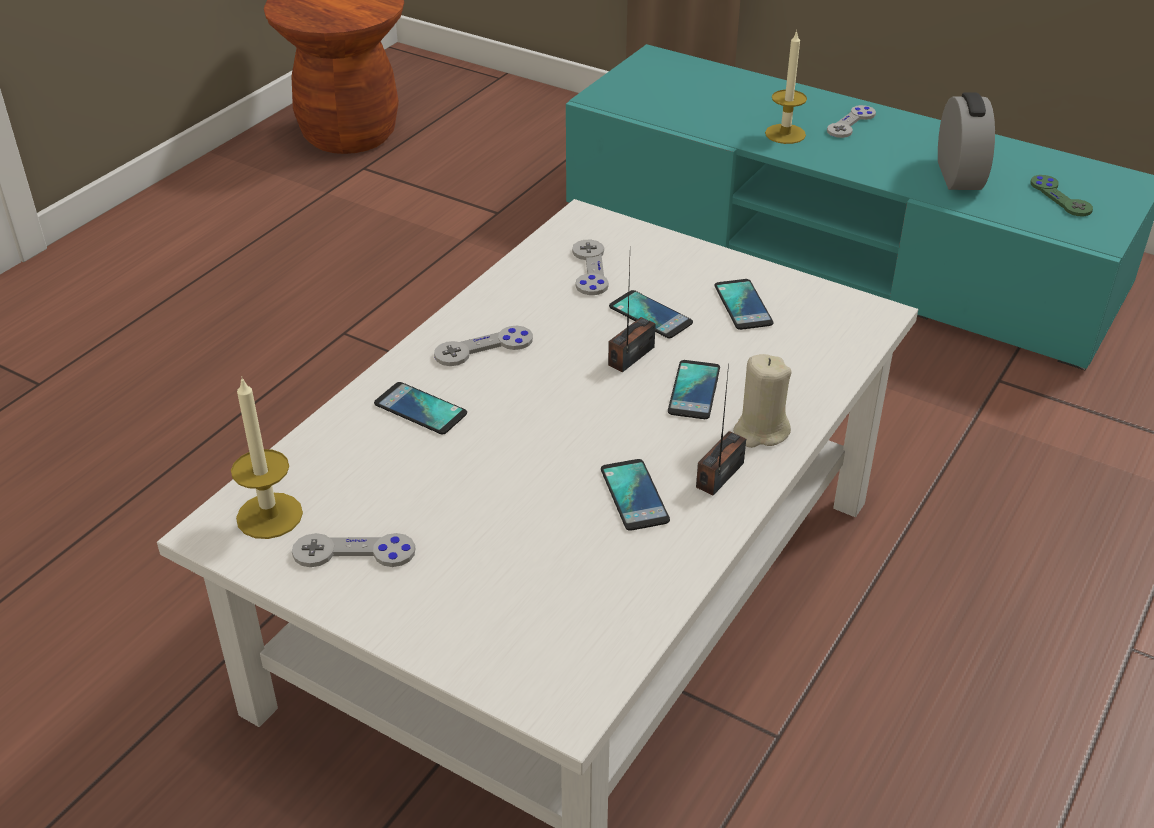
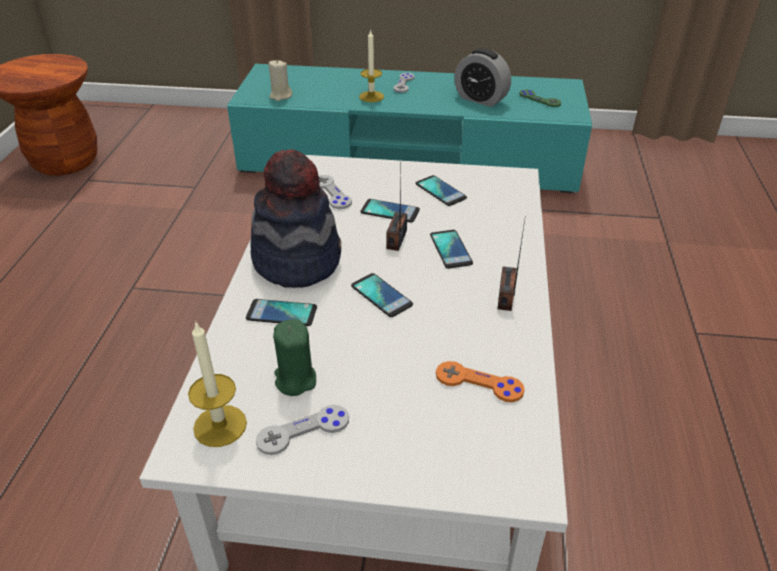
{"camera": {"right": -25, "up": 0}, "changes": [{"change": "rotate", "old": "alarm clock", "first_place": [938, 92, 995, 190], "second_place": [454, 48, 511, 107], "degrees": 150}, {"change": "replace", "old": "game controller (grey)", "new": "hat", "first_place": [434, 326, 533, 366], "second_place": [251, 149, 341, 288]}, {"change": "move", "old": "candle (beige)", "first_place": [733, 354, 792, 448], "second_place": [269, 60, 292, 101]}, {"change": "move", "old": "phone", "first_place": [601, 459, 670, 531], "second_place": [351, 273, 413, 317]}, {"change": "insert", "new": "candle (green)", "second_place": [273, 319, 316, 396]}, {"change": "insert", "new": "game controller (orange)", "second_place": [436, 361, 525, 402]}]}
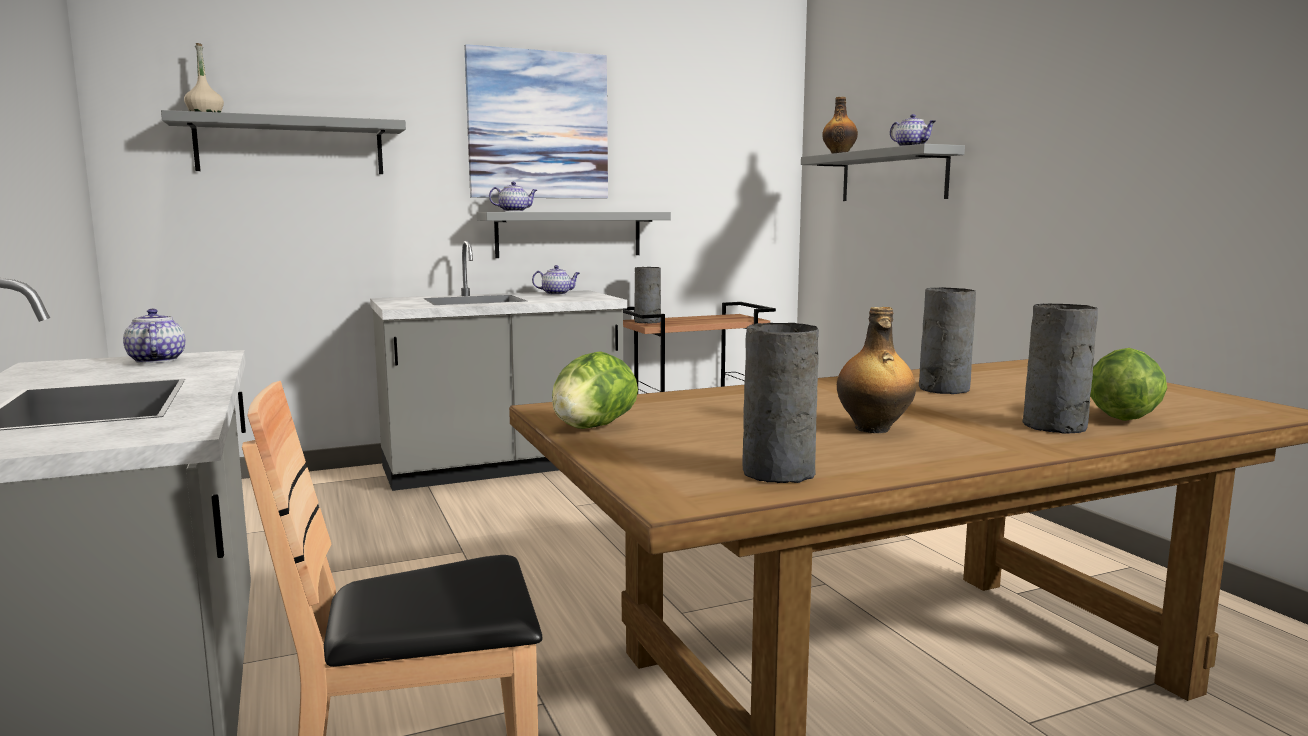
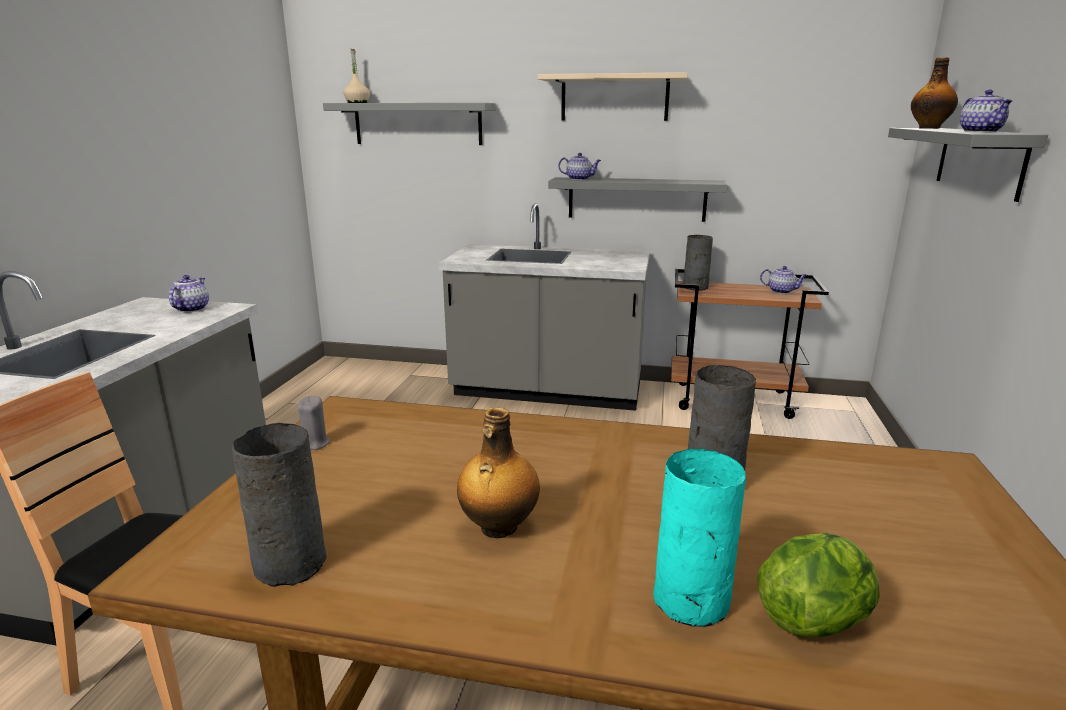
{"camera": {"right": 35, "up": 10}, "changes": [{"change": "replace", "old": "picture", "new": "shelf (beige)", "first_place": [464, 44, 608, 199], "second_place": [537, 72, 688, 121]}, {"change": "move", "old": "teapot", "first_place": [532, 265, 580, 295], "second_place": [760, 266, 807, 294]}, {"change": "recolor", "old": "vase (grey)", "new": "vase (turquoise)", "first_place": [1022, 304, 1098, 433], "second_place": [653, 449, 746, 627]}, {"change": "replace", "old": "lettuce", "new": "candle (grey)", "first_place": [552, 351, 638, 429], "second_place": [298, 396, 330, 450]}]}
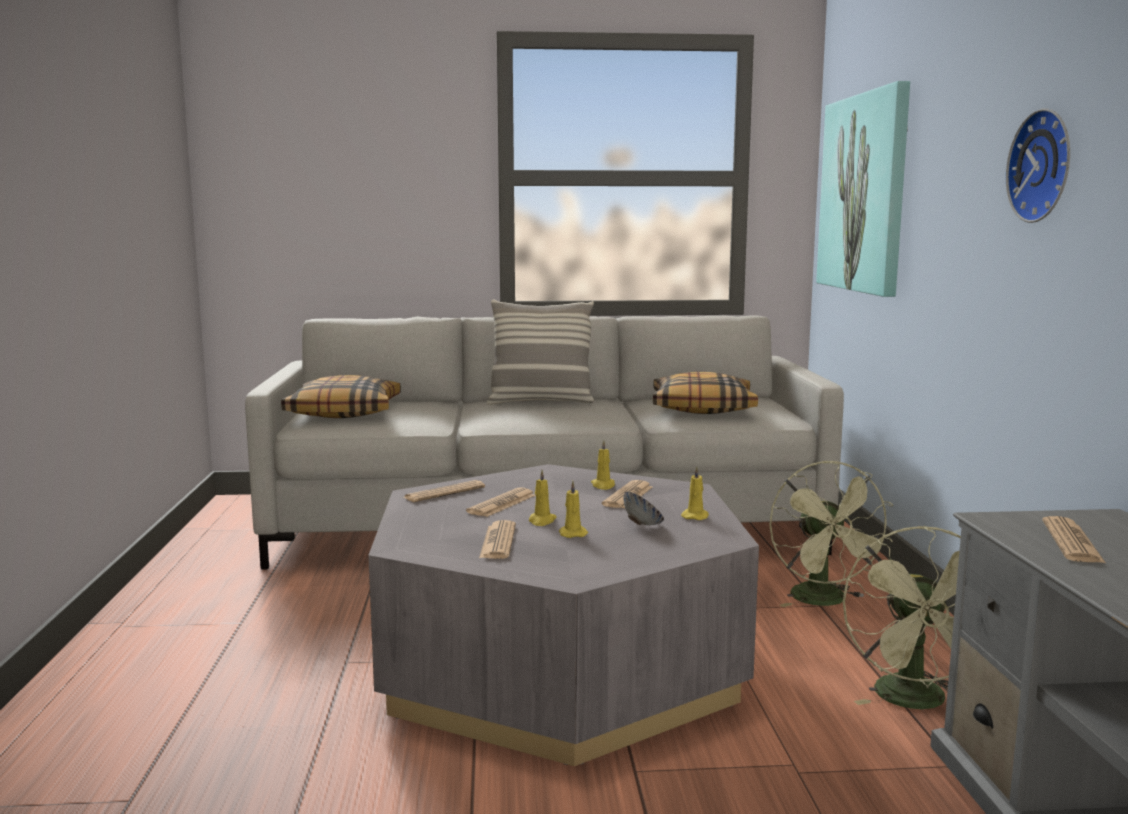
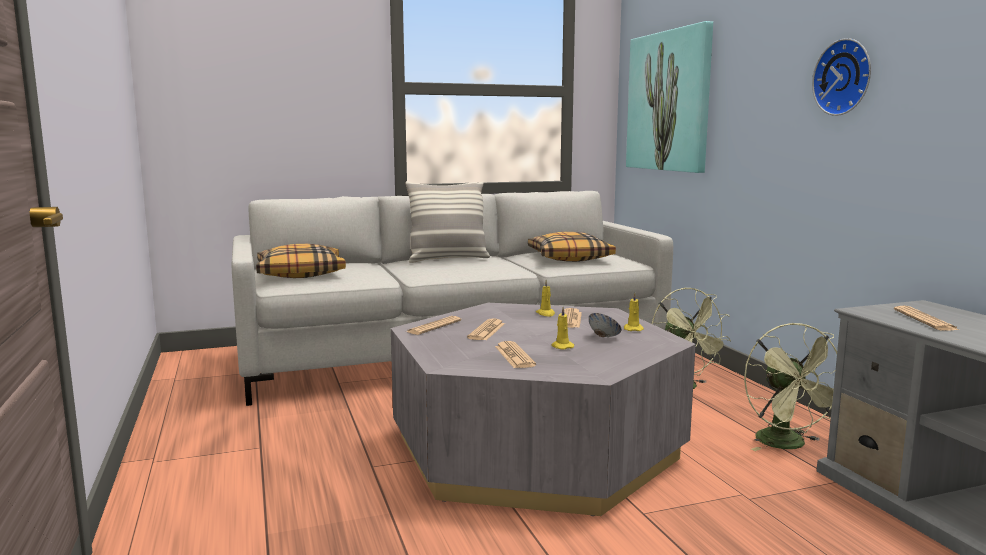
{"camera": {"right": -15, "up": 0}, "changes": [{"change": "delete", "old": "candle (yellow)", "first_place": [529, 470, 557, 526]}]}
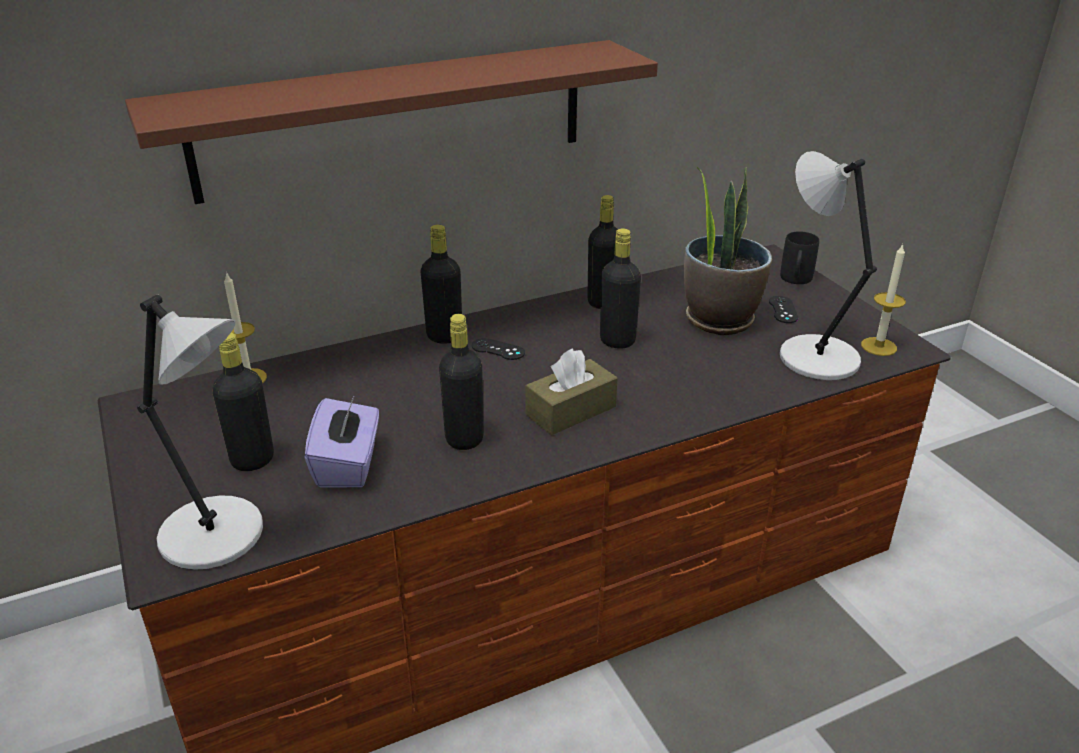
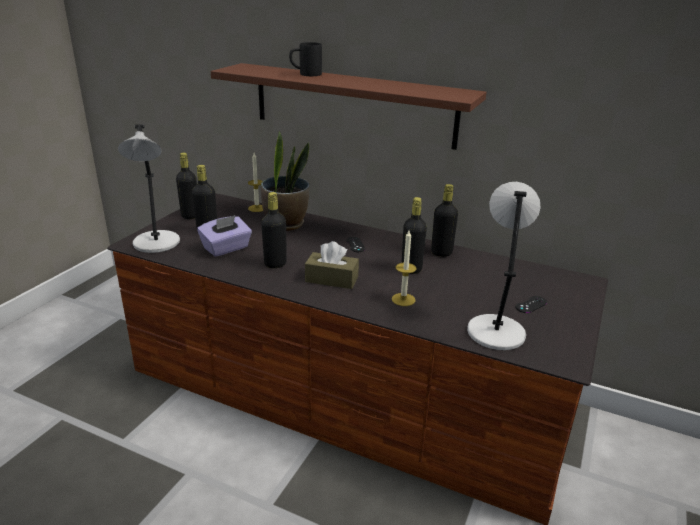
{"camera": {"right": 50, "up": -5}, "changes": [{"change": "move", "old": "potted plant", "first_place": [684, 167, 772, 335], "second_place": [261, 131, 310, 231]}, {"change": "move", "old": "bottle (black)", "first_place": [420, 225, 462, 344], "second_place": [176, 152, 197, 219]}, {"change": "move", "old": "mug (black)", "first_place": [780, 231, 819, 284], "second_place": [289, 42, 322, 76]}, {"change": "move", "old": "candle", "first_place": [861, 244, 906, 356], "second_place": [392, 230, 417, 306]}]}
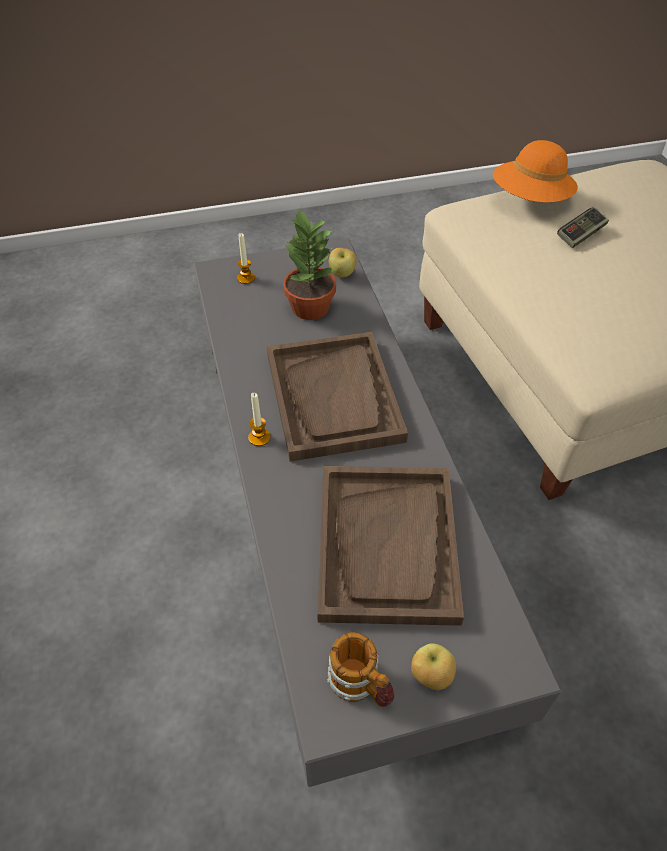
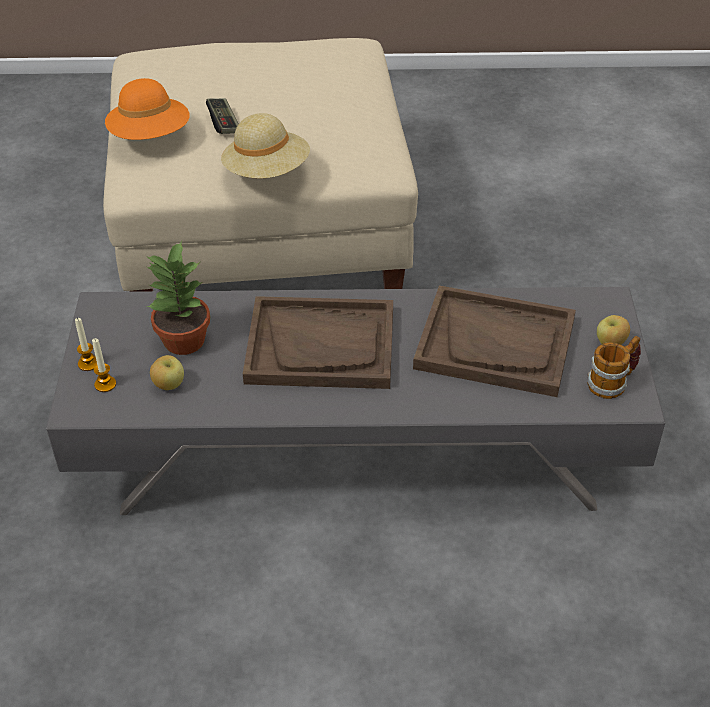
{"camera": {"right": -75, "up": -5}, "changes": [{"change": "move", "old": "apple", "first_place": [329, 248, 356, 277], "second_place": [150, 355, 184, 390]}, {"change": "move", "old": "candle", "first_place": [248, 393, 271, 446], "second_place": [75, 318, 97, 371]}, {"change": "insert", "new": "hat (beige)", "second_place": [221, 113, 310, 179]}]}
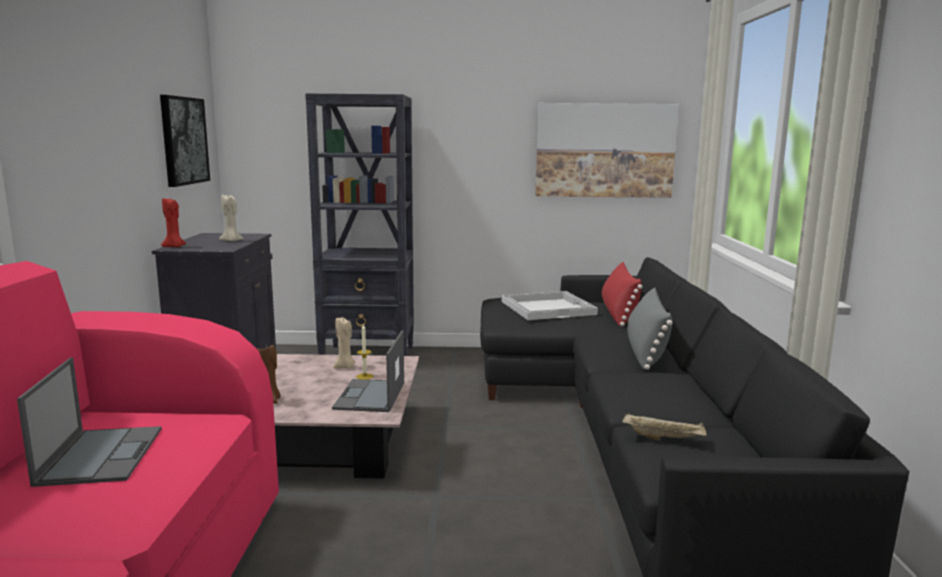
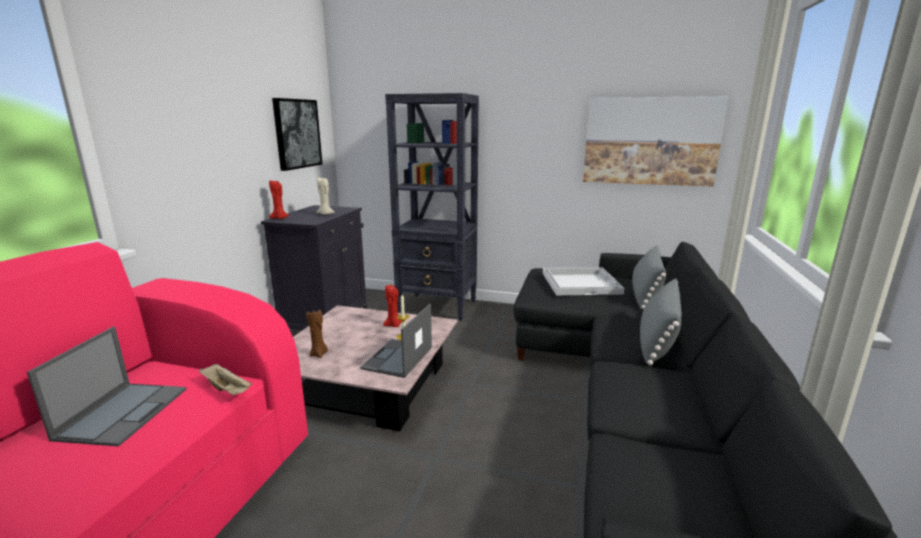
{"camera": {"right": 15, "up": 5}, "changes": [{"change": "recolor", "old": "pillow (red)", "new": "pillow (grey)", "first_place": [602, 262, 642, 326], "second_place": [632, 245, 666, 309]}, {"change": "recolor", "old": "candle (beige)", "new": "candle (red)", "first_place": [333, 316, 355, 369], "second_place": [383, 285, 401, 327]}, {"change": "move", "old": "tray (beige)", "first_place": [622, 414, 706, 440], "second_place": [199, 364, 252, 395]}]}
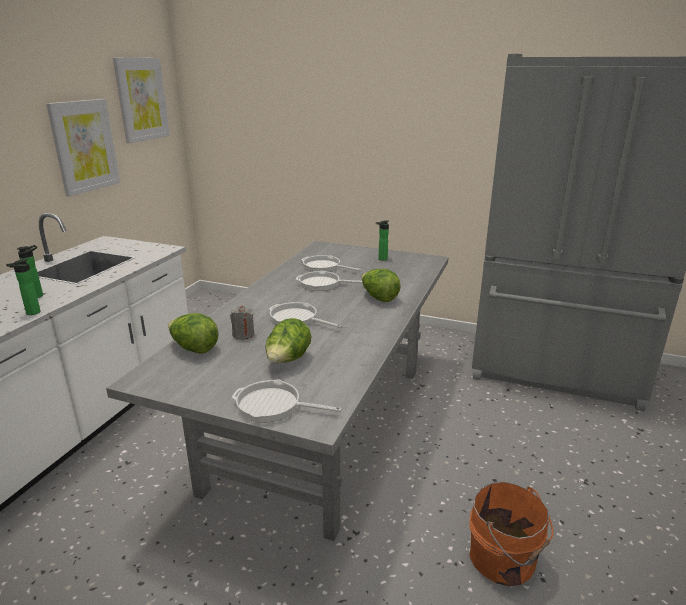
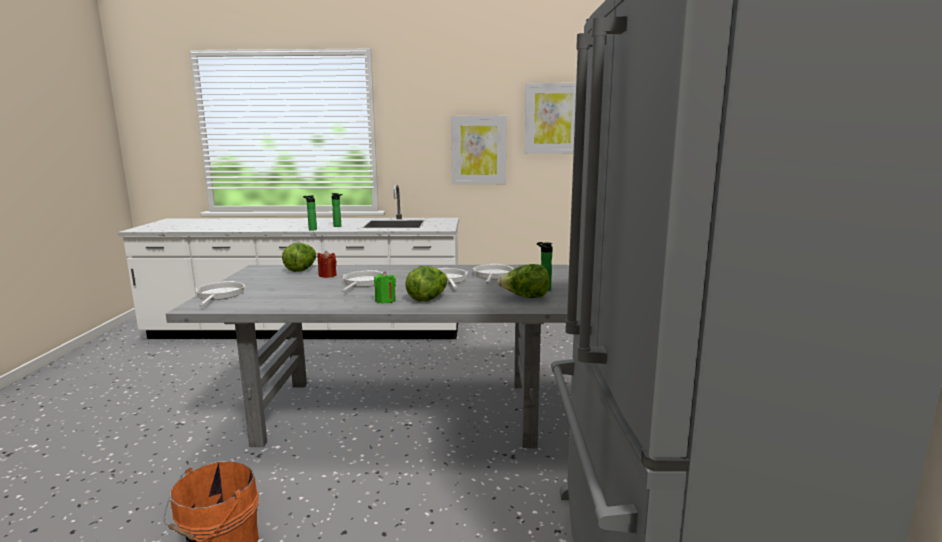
{"camera": {"right": 70, "up": -10}, "changes": [{"change": "recolor", "old": "candle (grey)", "new": "candle (red)", "first_place": [230, 306, 254, 340], "second_place": [318, 251, 337, 278]}, {"change": "move", "old": "lettuce", "first_place": [265, 318, 311, 363], "second_place": [497, 264, 549, 298]}, {"change": "insert", "new": "candle (green)", "second_place": [374, 271, 396, 304]}]}
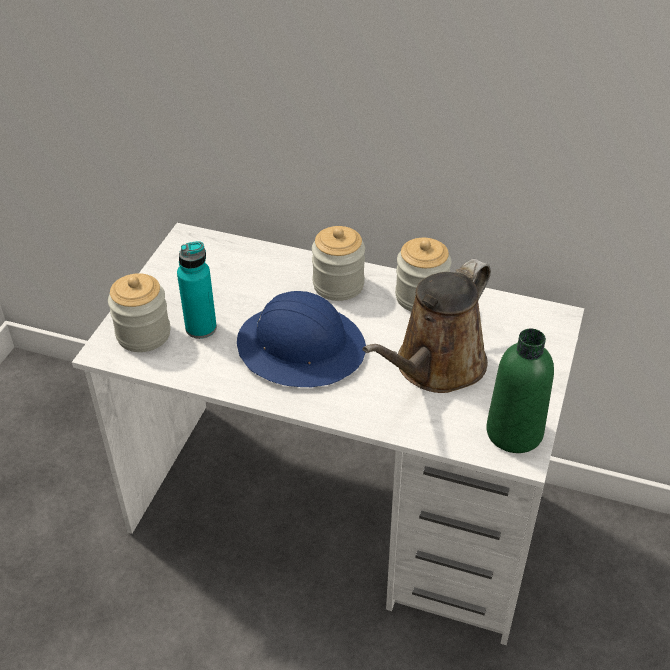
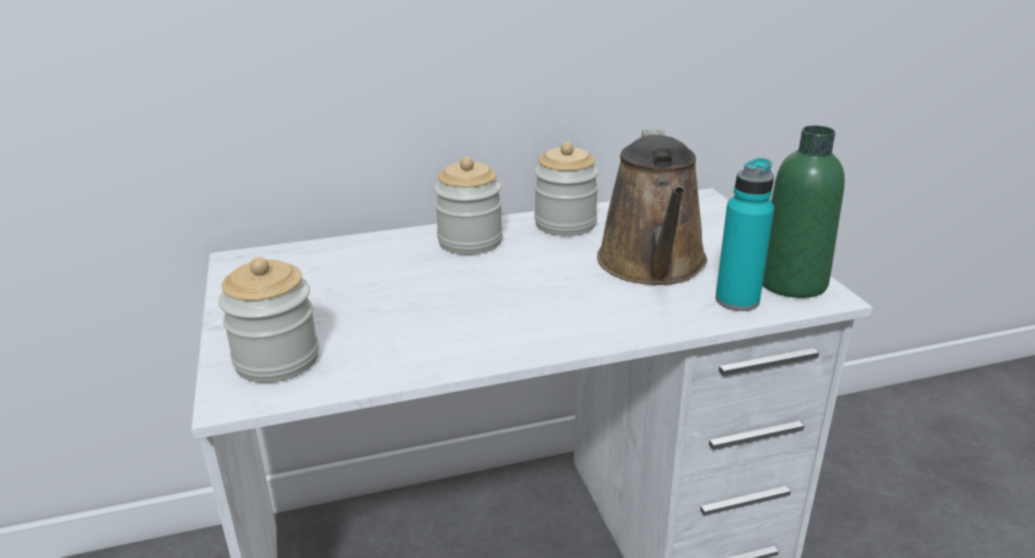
{"camera": {"right": -35, "up": -15}, "changes": [{"change": "move", "old": "bottle (turquoise)", "first_place": [177, 241, 217, 339], "second_place": [715, 158, 774, 311]}, {"change": "delete", "old": "hard hat (blue)", "first_place": [237, 291, 366, 388]}]}
